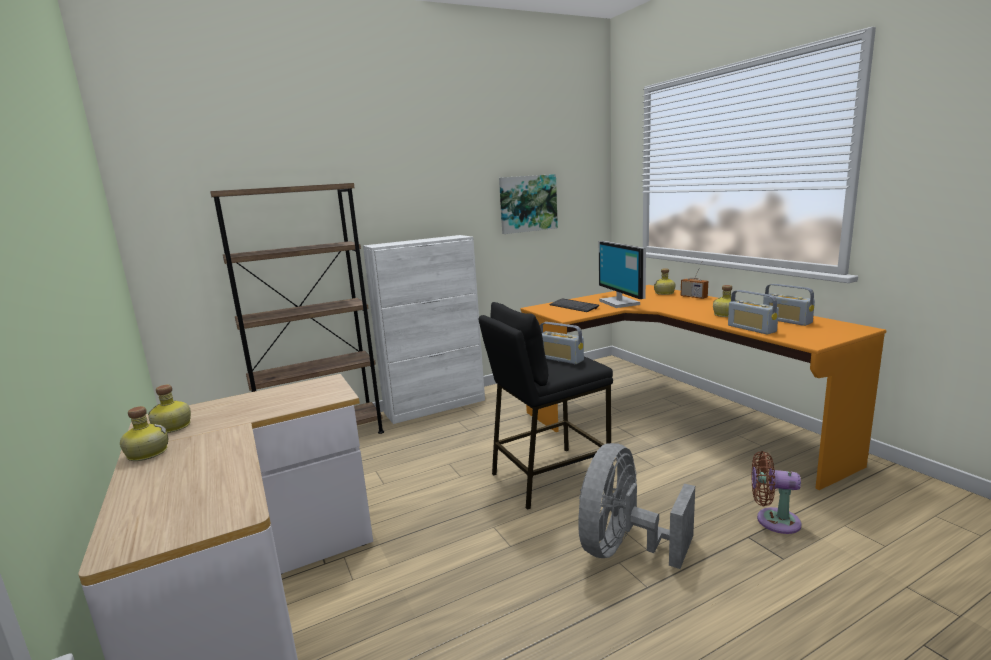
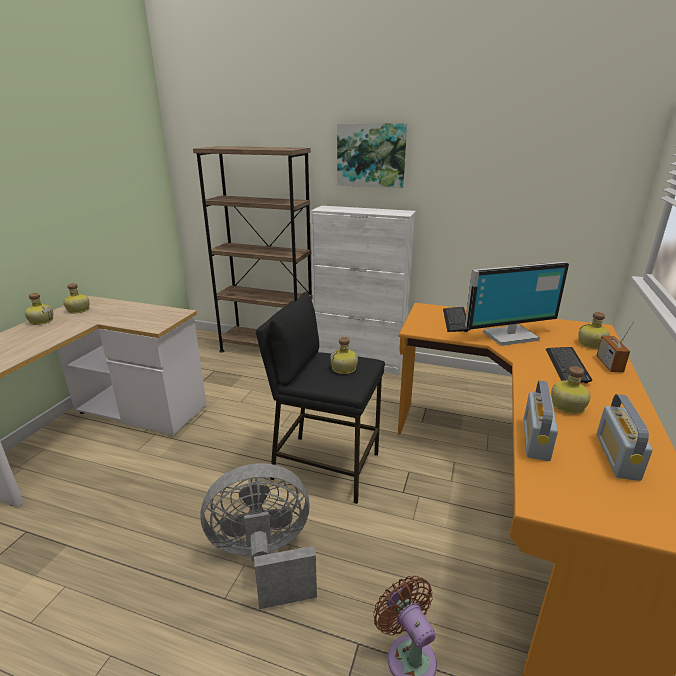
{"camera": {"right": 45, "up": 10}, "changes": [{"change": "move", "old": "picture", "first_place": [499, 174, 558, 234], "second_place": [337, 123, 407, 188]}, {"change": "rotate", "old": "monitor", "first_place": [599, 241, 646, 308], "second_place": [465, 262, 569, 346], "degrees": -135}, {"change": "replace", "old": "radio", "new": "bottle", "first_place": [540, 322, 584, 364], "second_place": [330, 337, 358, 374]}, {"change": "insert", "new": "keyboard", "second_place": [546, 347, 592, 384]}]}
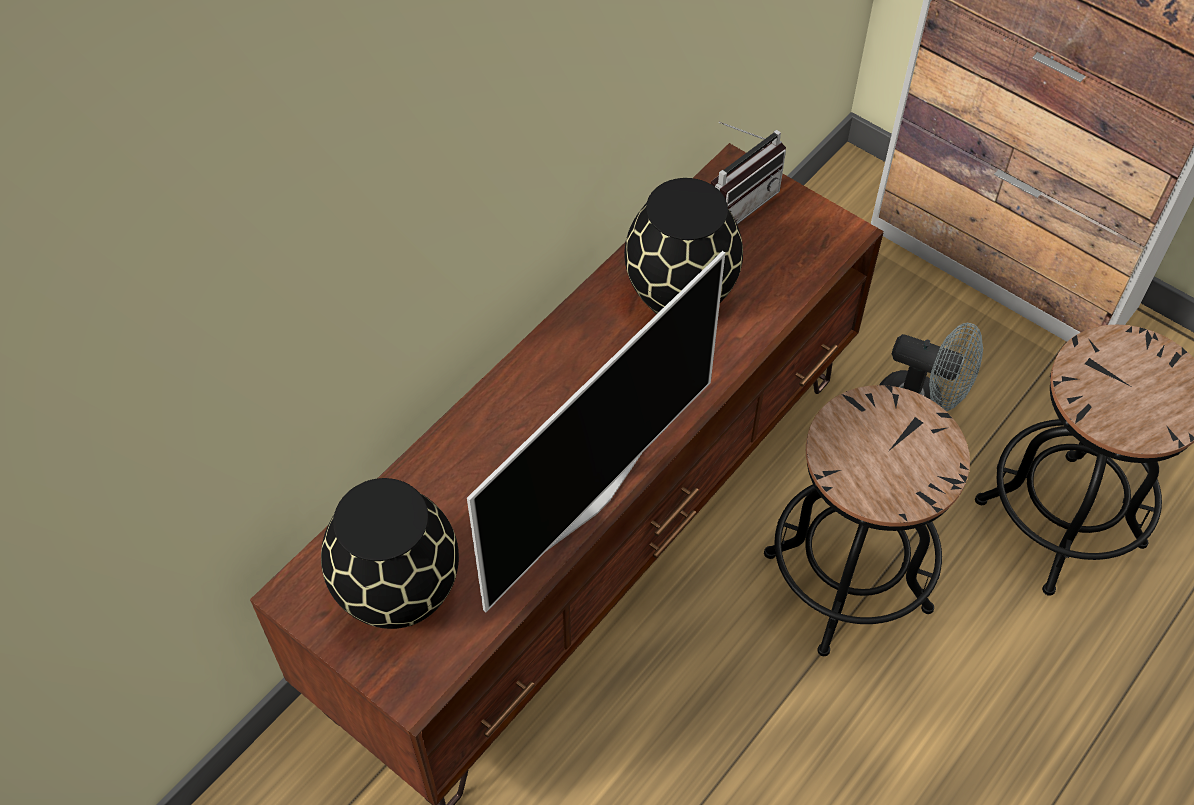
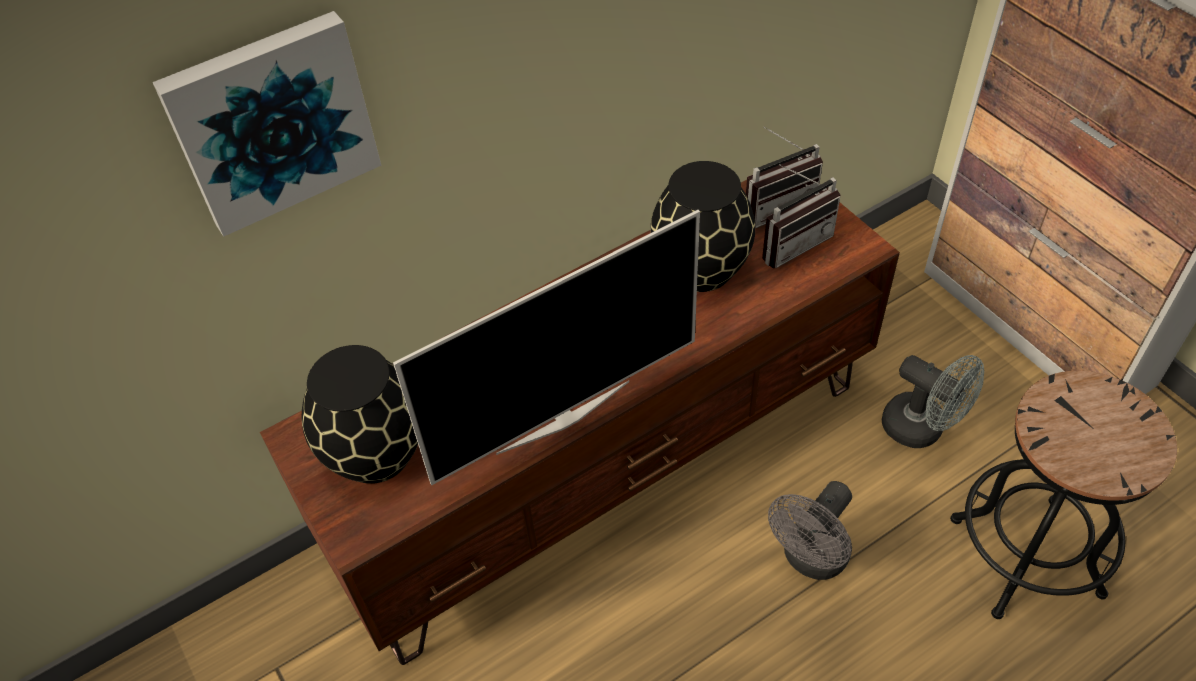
{"camera": {"right": 20, "up": -5}, "changes": [{"change": "replace", "old": "stool (black)", "new": "fan (grey)", "first_place": [764, 385, 970, 656], "second_place": [768, 481, 852, 580]}, {"change": "insert", "new": "picture", "second_place": [153, 11, 381, 237]}, {"change": "insert", "new": "radio", "second_place": [762, 164, 841, 268]}]}
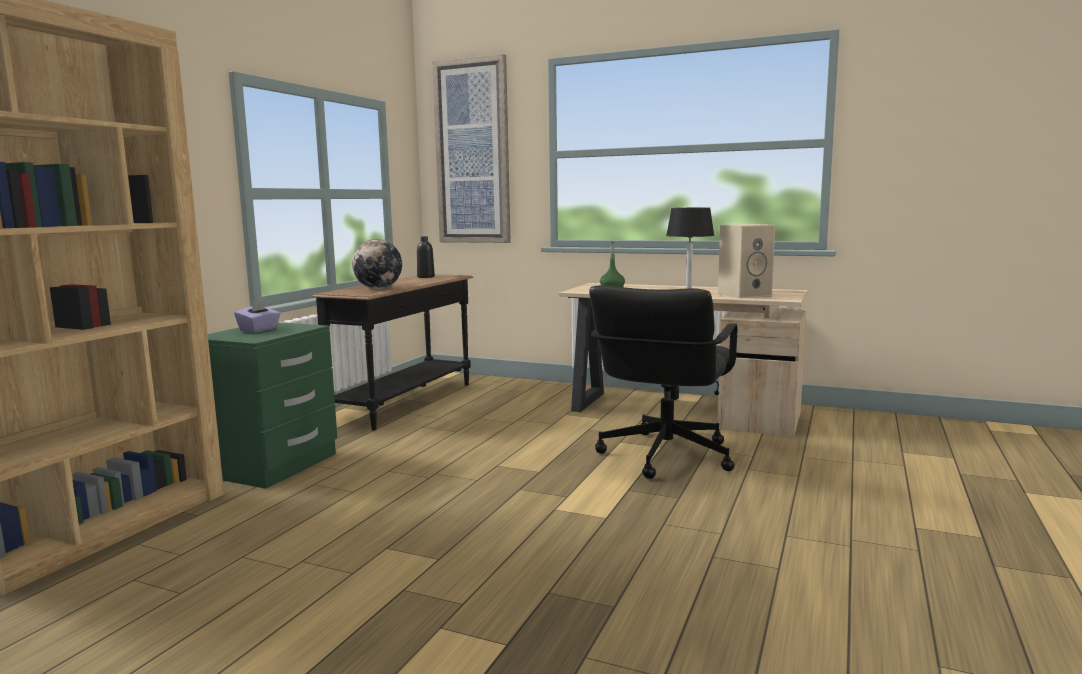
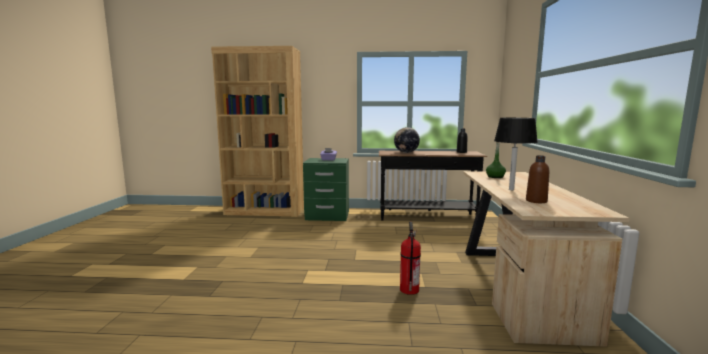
{"camera": {"right": 70, "up": 0}, "changes": [{"change": "delete", "old": "picture", "first_place": [432, 54, 511, 243]}, {"change": "replace", "old": "speaker (beige)", "new": "bottle (brown)", "first_place": [718, 224, 775, 298], "second_place": [526, 155, 549, 203]}, {"change": "replace", "old": "office chair (black)", "new": "fire extinguisher", "first_place": [589, 285, 737, 479], "second_place": [400, 222, 421, 295]}]}
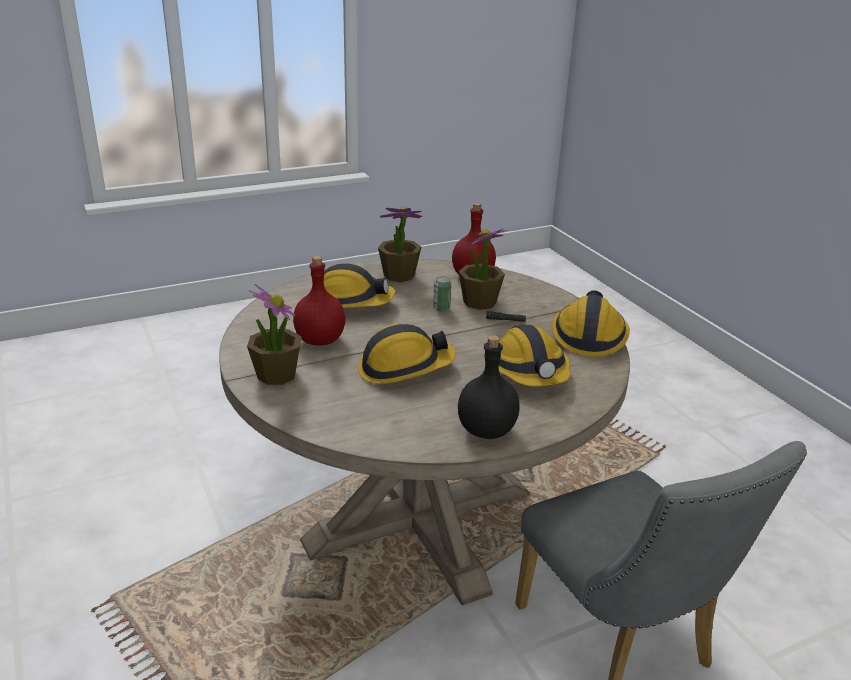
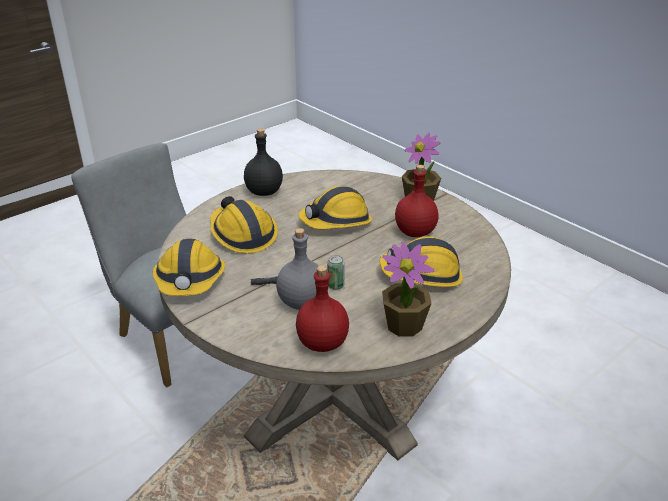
{"camera": {"right": 165, "up": 5}, "changes": [{"change": "replace", "old": "potted plant", "new": "bottle (grey)", "first_place": [459, 229, 507, 310], "second_place": [276, 228, 319, 310]}]}
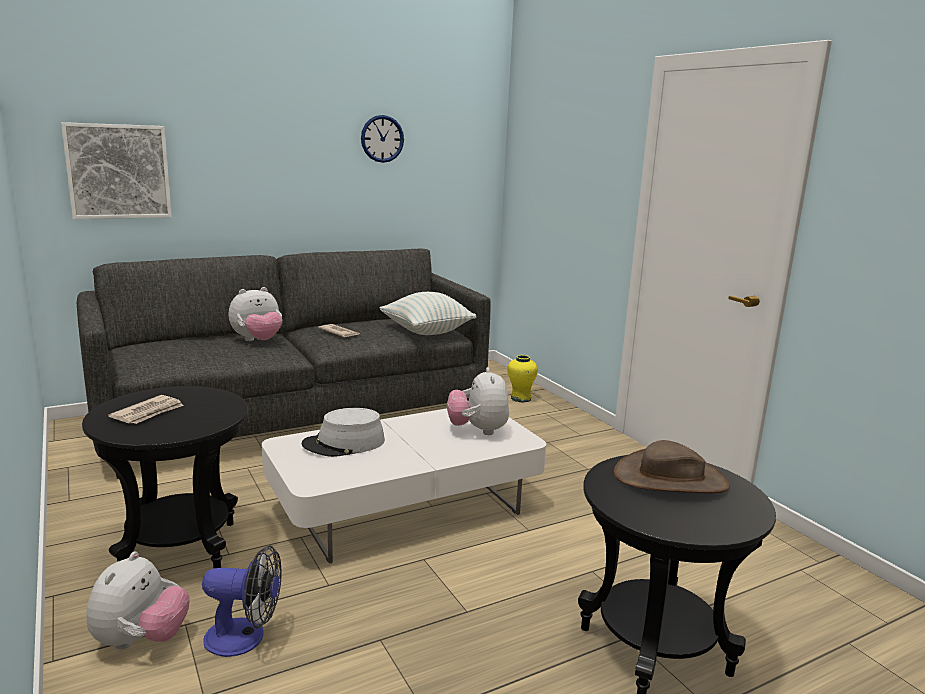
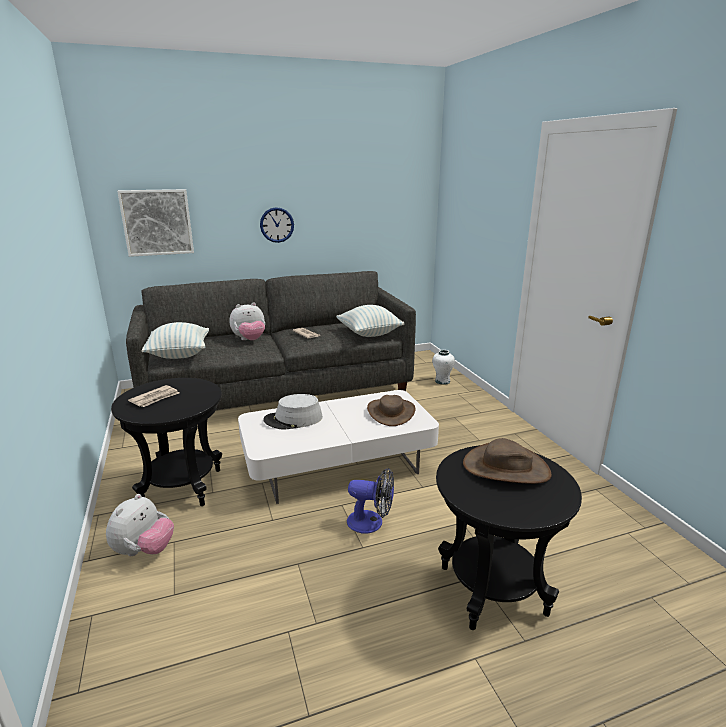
{"camera": {"right": 10, "up": 5}, "changes": [{"change": "move", "old": "wall clock", "first_place": [361, 115, 404, 163], "second_place": [260, 207, 294, 243]}, {"change": "recolor", "old": "vase (yellow)", "new": "vase (white)", "first_place": [507, 355, 538, 402], "second_place": [432, 350, 455, 385]}, {"change": "replace", "old": "plush toy", "new": "hat (brown)", "first_place": [447, 367, 509, 435], "second_place": [367, 395, 415, 426]}, {"change": "move", "old": "fan", "first_place": [202, 545, 282, 657], "second_place": [347, 468, 394, 534]}, {"change": "insert", "new": "pillow", "second_place": [141, 322, 209, 359]}]}
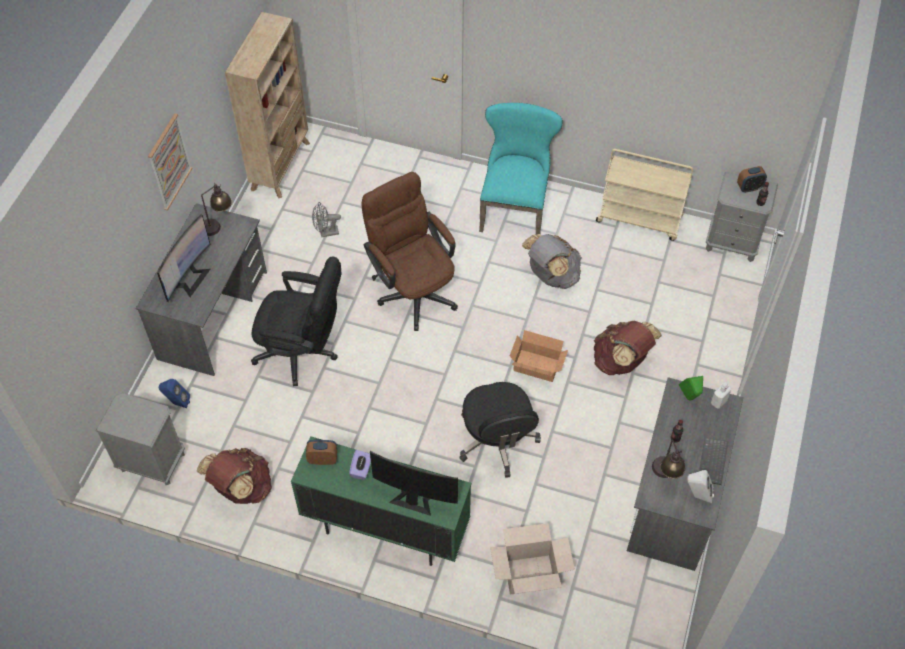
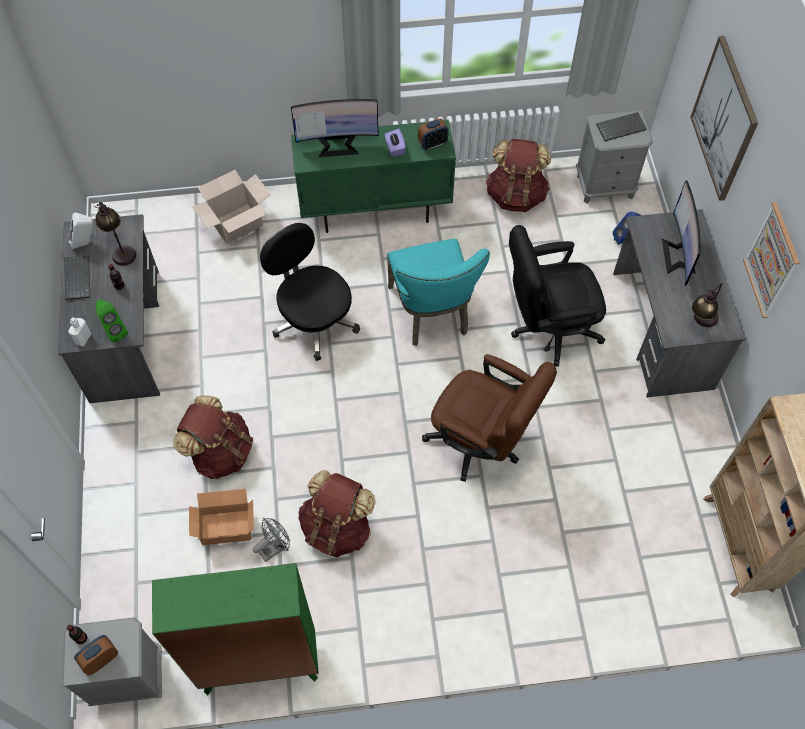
{"camera": {"right": 155, "up": 5}, "changes": [{"change": "move", "old": "chair (turquoise)", "first_place": [479, 103, 563, 234], "second_place": [387, 239, 490, 346]}, {"change": "replace", "old": "cart (beige)", "new": "bookcase (green)", "first_place": [596, 149, 693, 241], "second_place": [152, 563, 319, 695]}, {"change": "move", "old": "fan (grey)", "first_place": [312, 202, 341, 237], "second_place": [253, 518, 290, 562]}, {"change": "recolor", "old": "backpack (grey)", "new": "backpack (brown)", "first_place": [522, 234, 582, 289], "second_place": [298, 470, 376, 557]}, {"change": "move", "old": "cardboard box", "first_place": [510, 330, 568, 382], "second_place": [189, 489, 254, 545]}, {"change": "insert", "new": "picture", "second_place": [690, 36, 758, 201]}, {"change": "insert", "new": "keyboard", "second_place": [596, 112, 647, 141]}]}
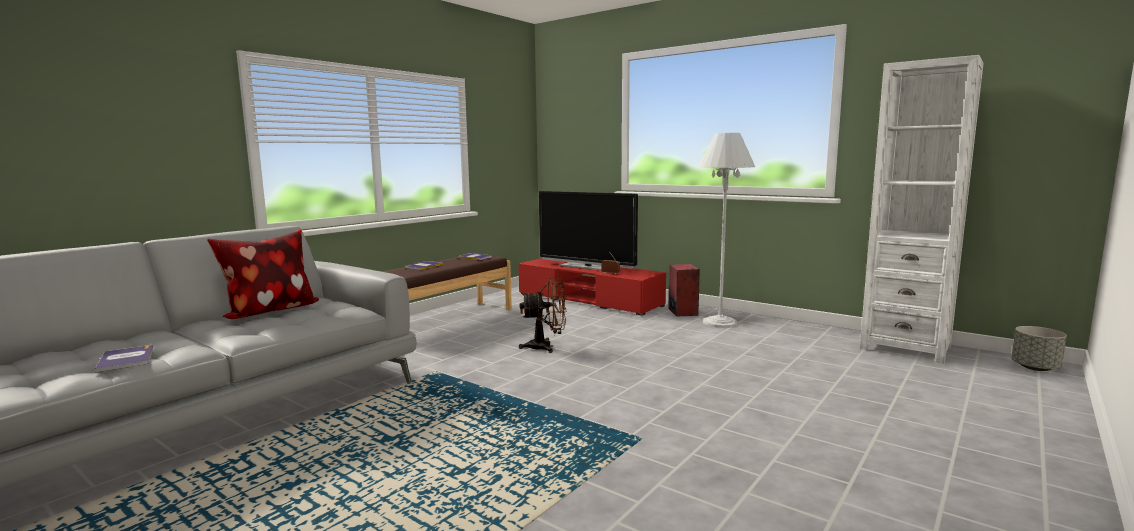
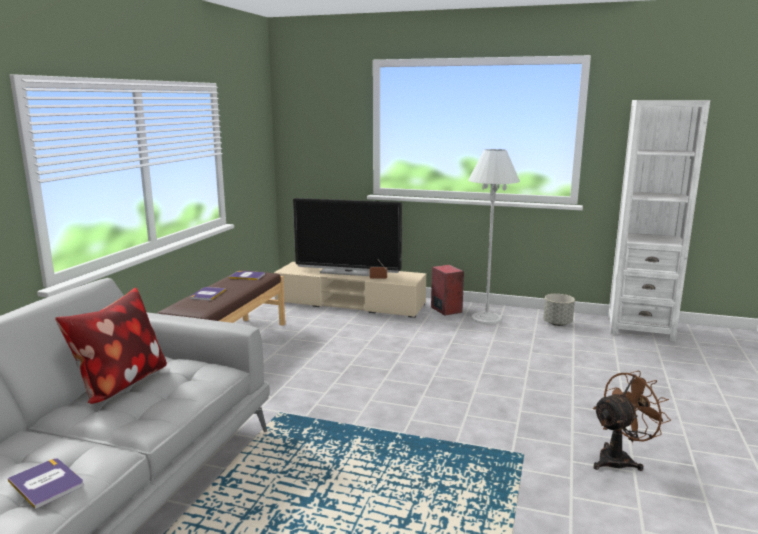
{"camera": {"right": -20, "up": 5}, "changes": [{"change": "recolor", "old": "tv stand (red)", "new": "tv stand (beige)", "first_place": [518, 258, 666, 316], "second_place": [274, 262, 426, 318]}, {"change": "move", "old": "fan (brown)", "first_place": [519, 278, 566, 353], "second_place": [593, 370, 671, 471]}, {"change": "move", "old": "planter (grey)", "first_place": [1011, 326, 1067, 371], "second_place": [543, 294, 575, 326]}]}
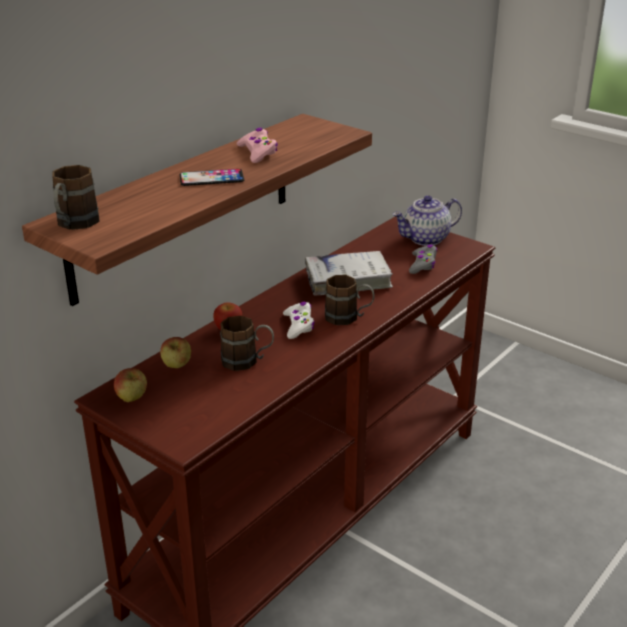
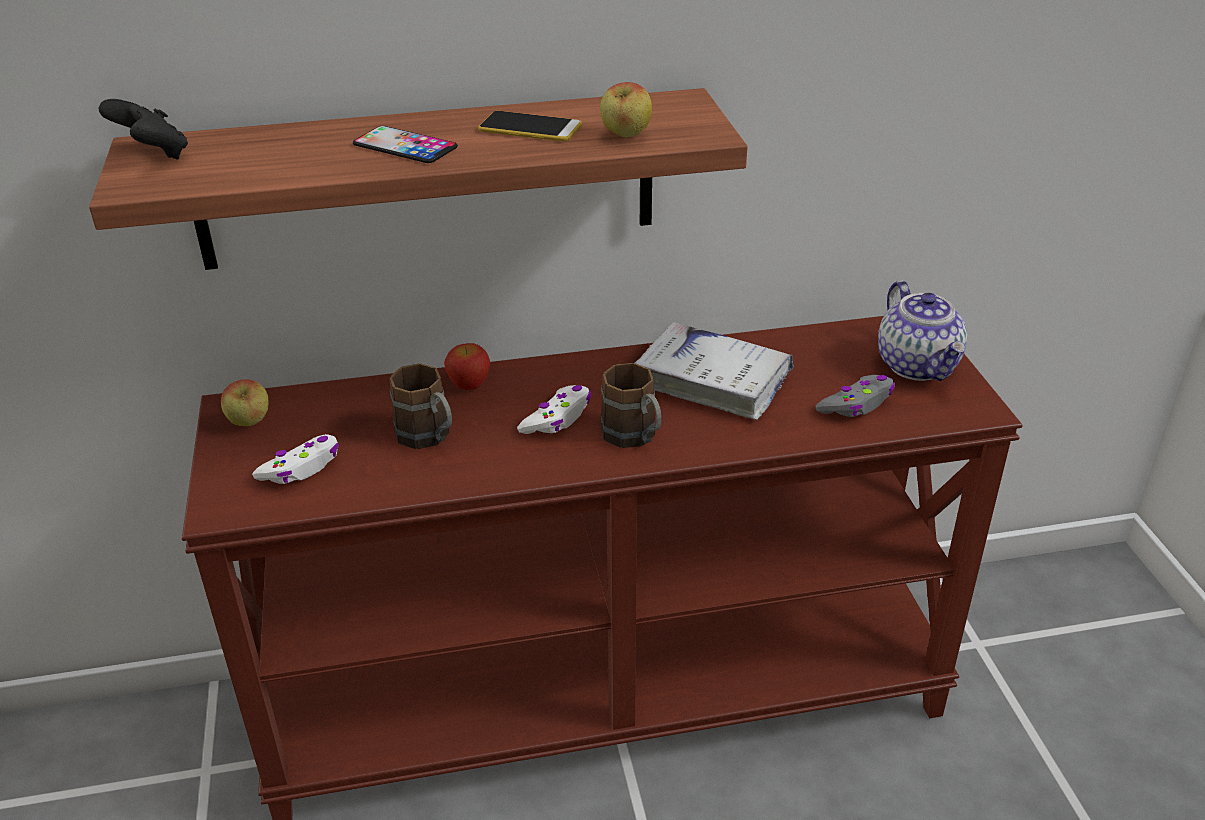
{"camera": {"right": 40, "up": 5}, "changes": [{"change": "replace", "old": "game controller (pink)", "new": "phone", "first_place": [237, 128, 278, 163], "second_place": [478, 111, 582, 141]}, {"change": "replace", "old": "mug (brown)", "new": "game controller (black)", "first_place": [52, 165, 99, 230], "second_place": [99, 99, 188, 159]}, {"change": "rotate", "old": "teapot", "first_place": [392, 195, 462, 246], "second_place": [878, 281, 967, 381], "degrees": -120}, {"change": "move", "old": "apple", "first_place": [160, 337, 191, 368], "second_place": [600, 82, 652, 138]}, {"change": "insert", "new": "game controller (white)", "second_place": [252, 434, 339, 484]}]}
